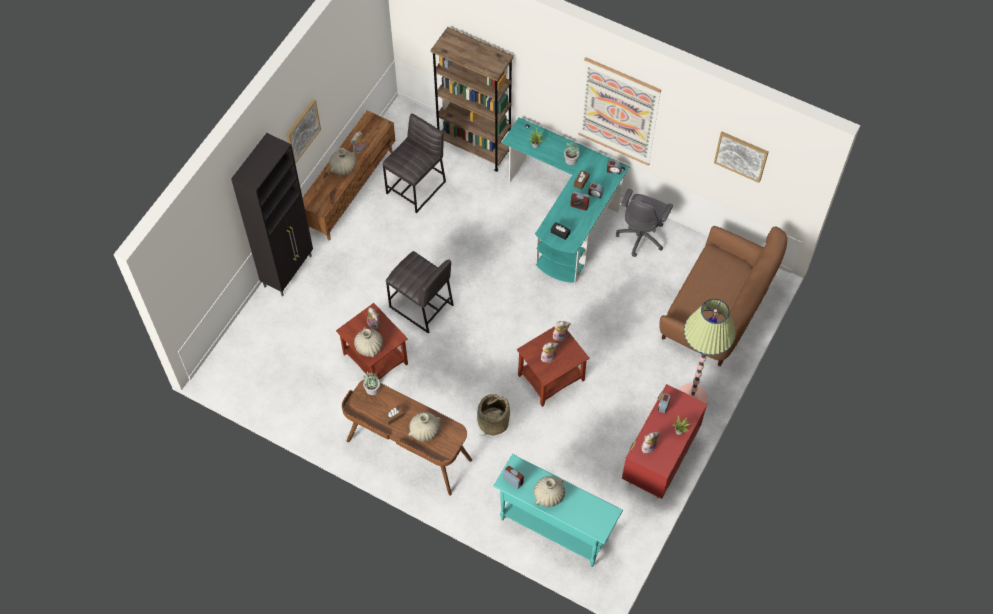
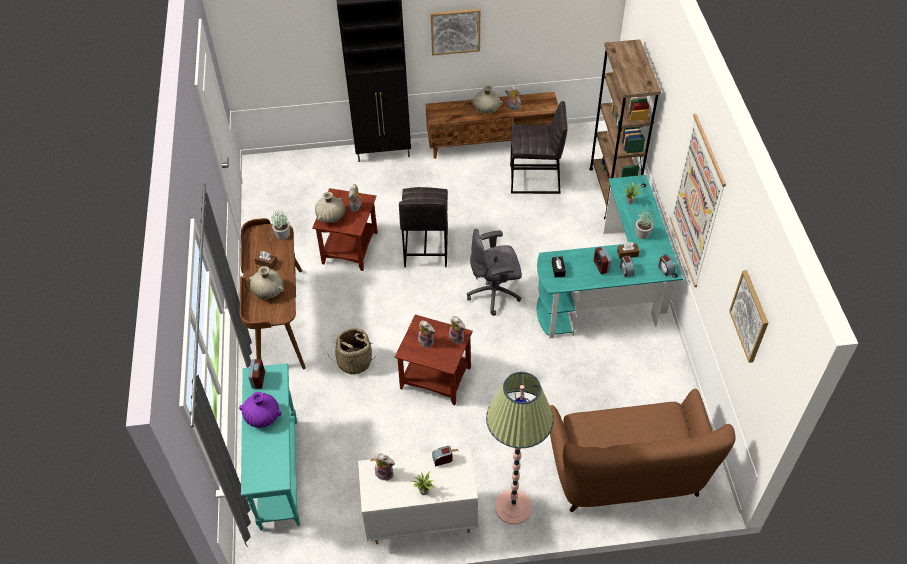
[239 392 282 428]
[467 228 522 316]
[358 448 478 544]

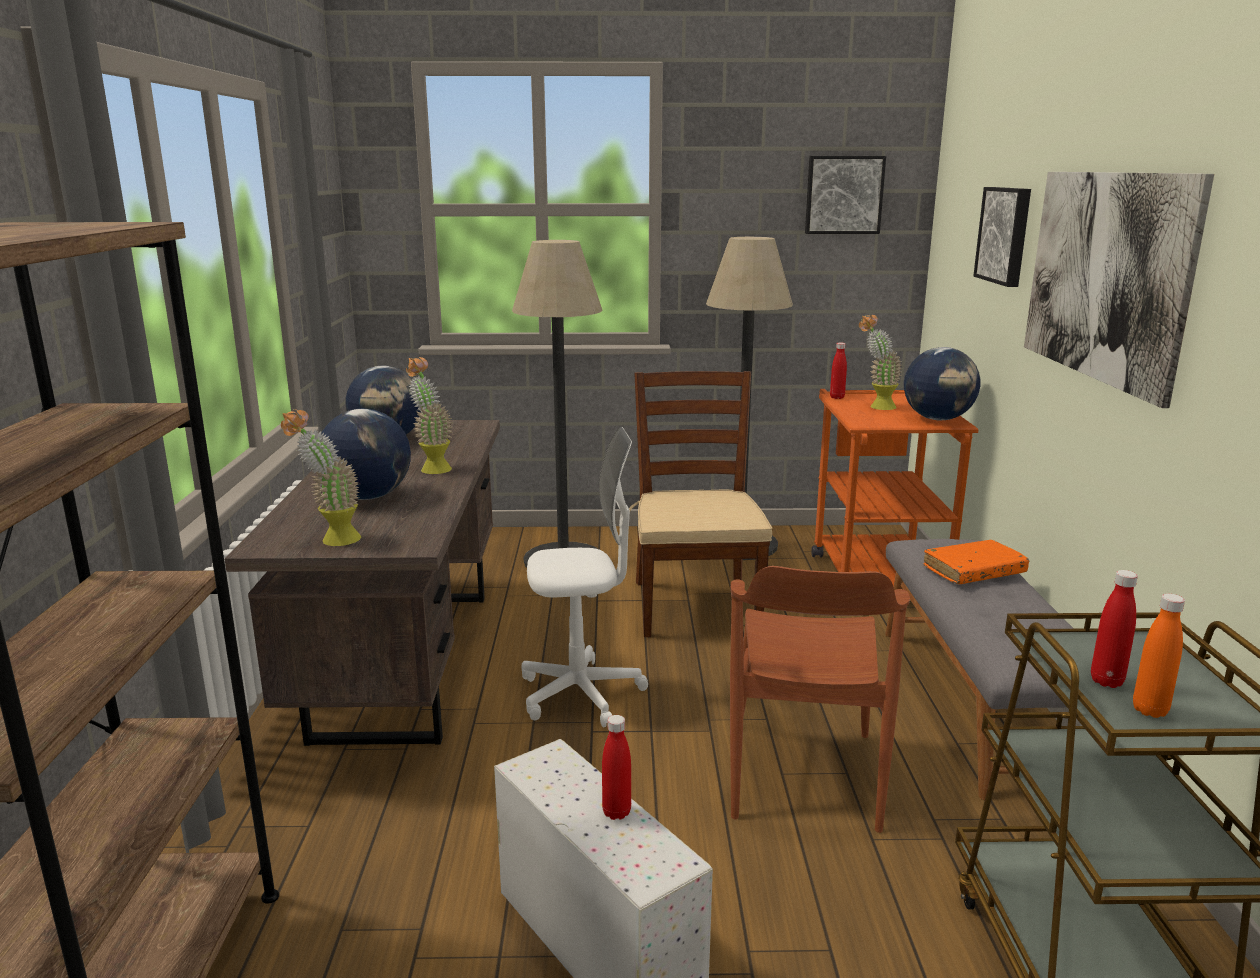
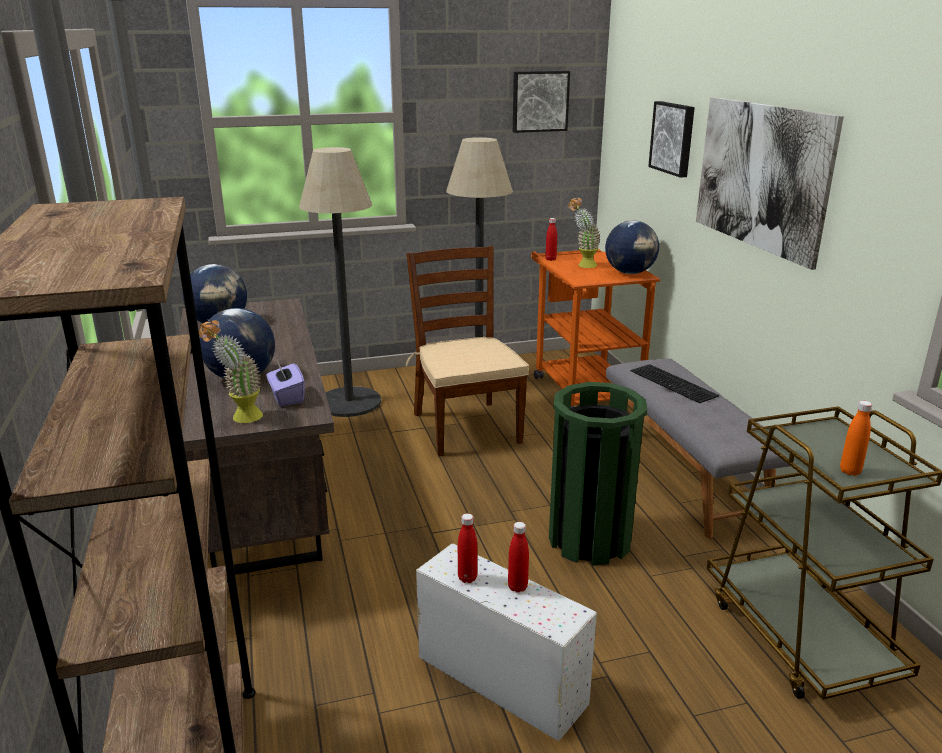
[406 357 453 474] (first image)
[521 427 648 728] (first image)
[549 382 647 566]
[631 364 719 403]
[458 513 478 583]
[267 360 305 406]

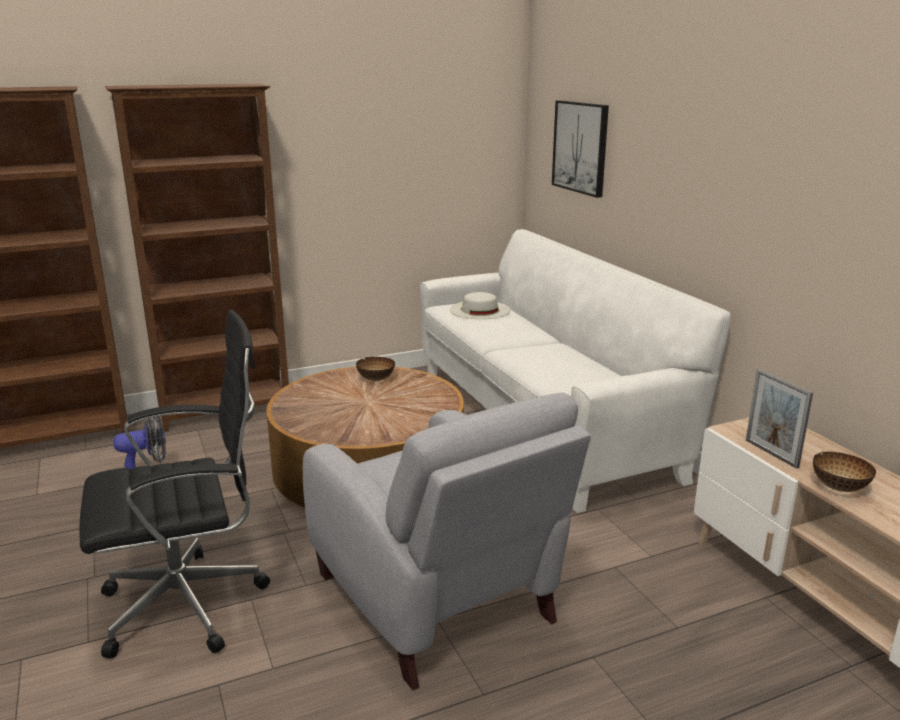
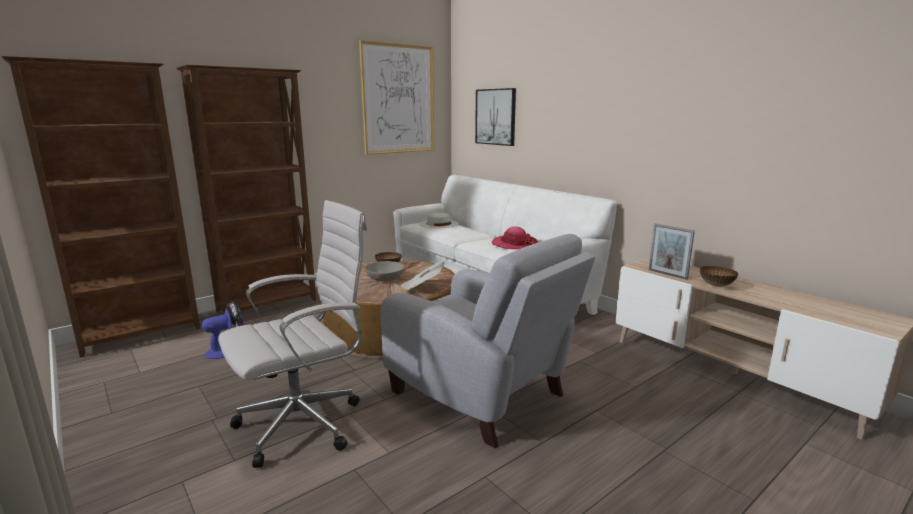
[218 200 367 468]
[359 40 434 155]
[365 261 405 281]
[401 262 446 291]
[492 226 538 249]

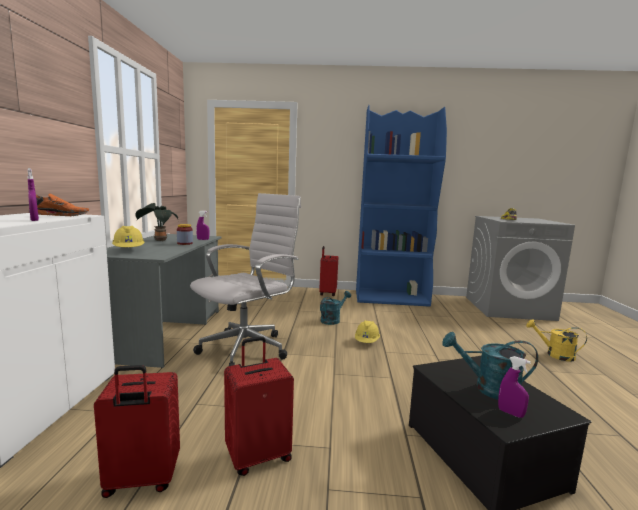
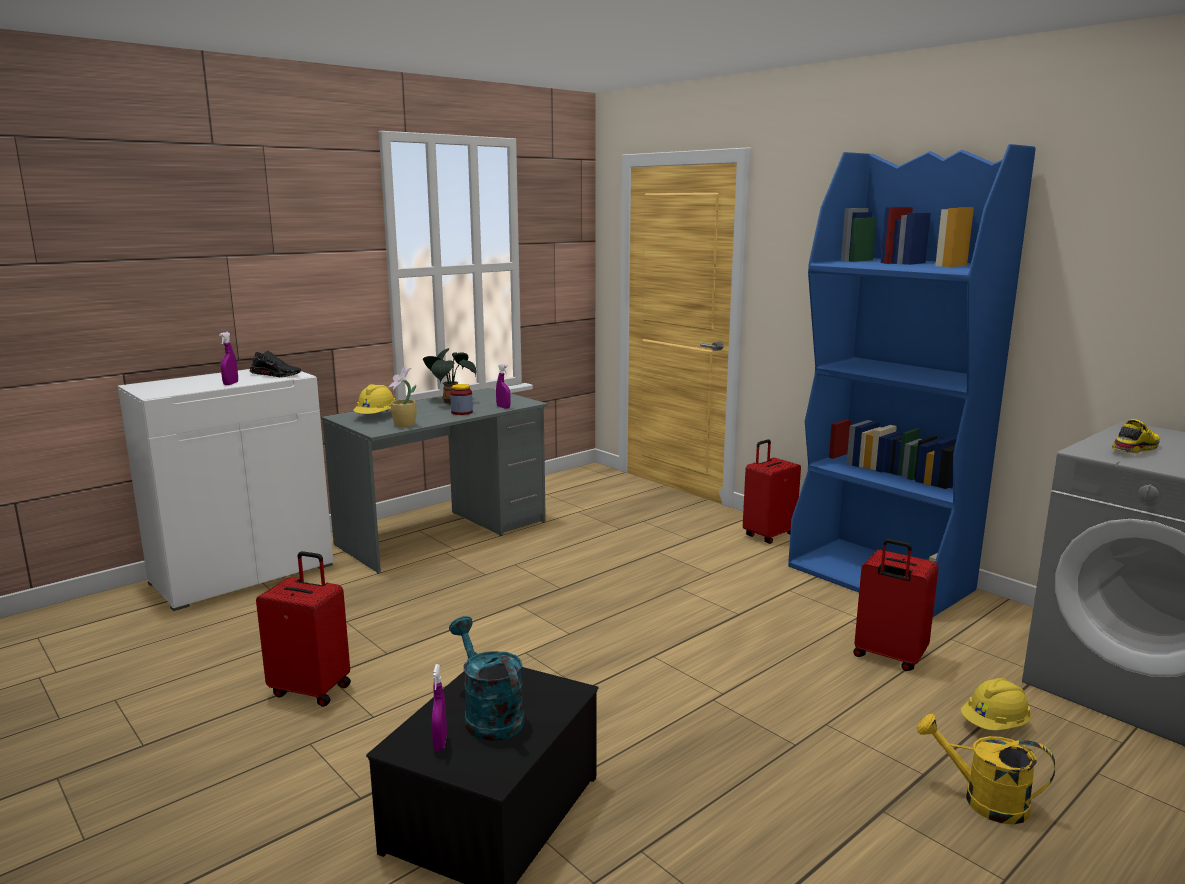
[250 351 301 377]
[853 539 939 671]
[190 193 301 366] (first image)
[320 291 351 325] (first image)
[961 678 1031 731]
[917 714 1055 825]
[388 366 417 427]

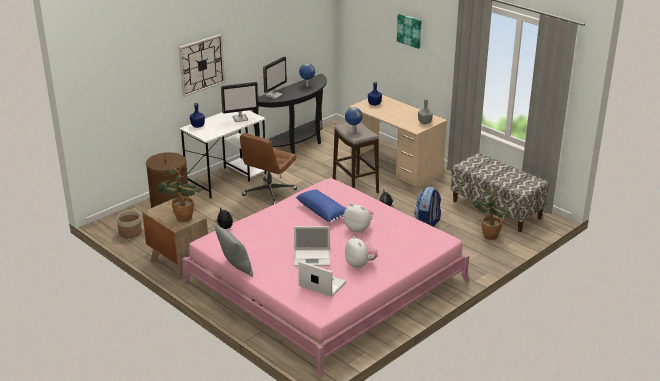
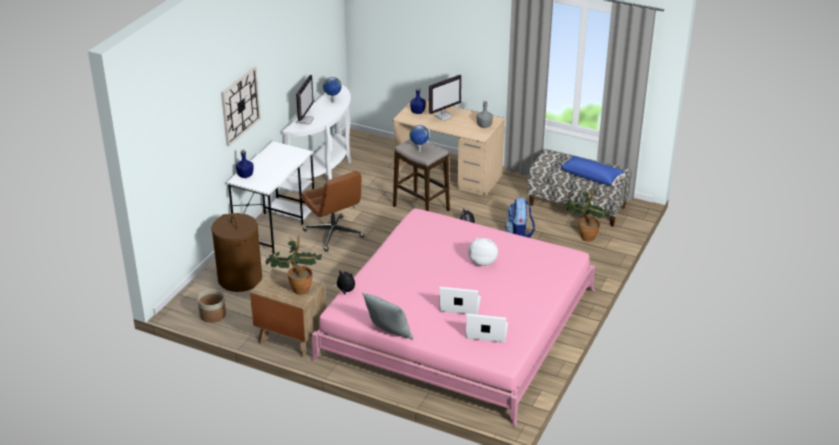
[429 75 462 121]
[301 171 365 252]
[282 84 351 192]
[439 287 481 315]
[559 156 625 186]
[345 236 378 269] (first image)
[397 14 422 49] (first image)

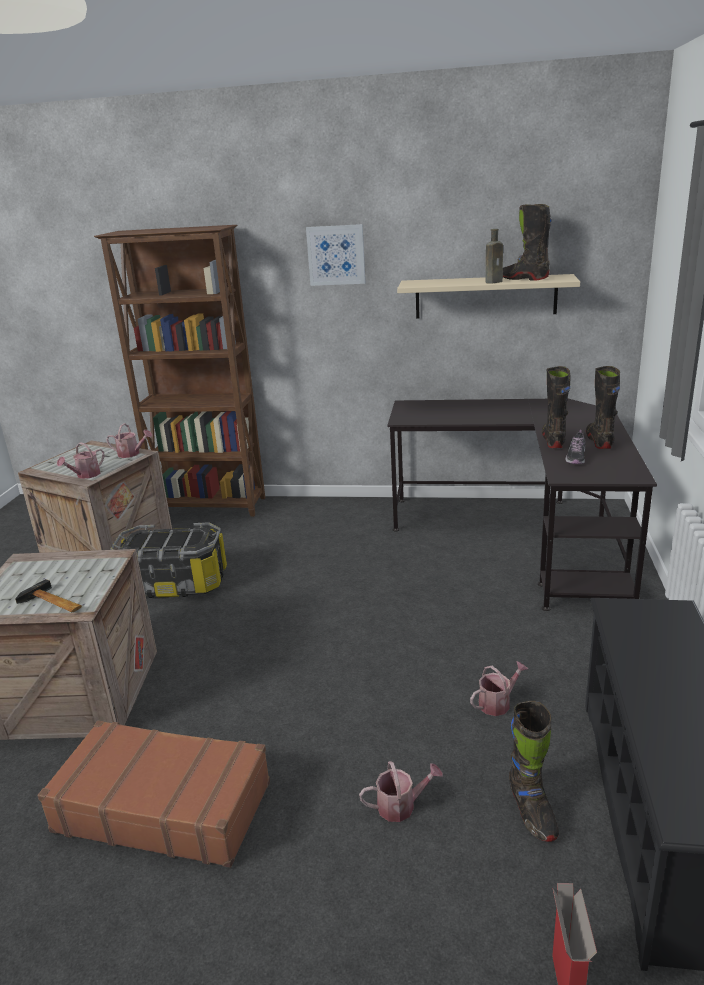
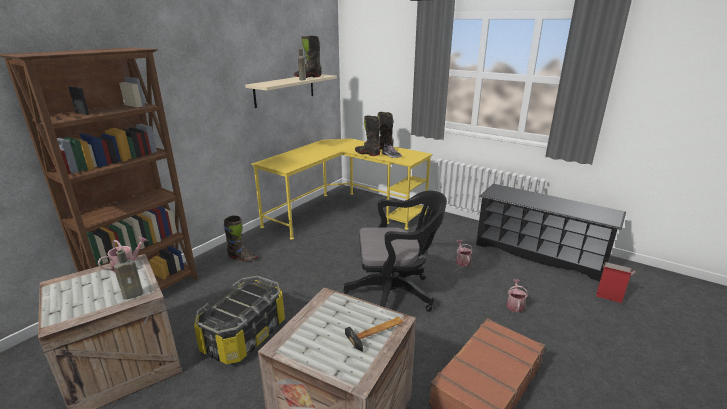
[114 250 143 300]
[306 224 365 286] (first image)
[252 138 433 240]
[223 215 258 262]
[343 191 447 312]

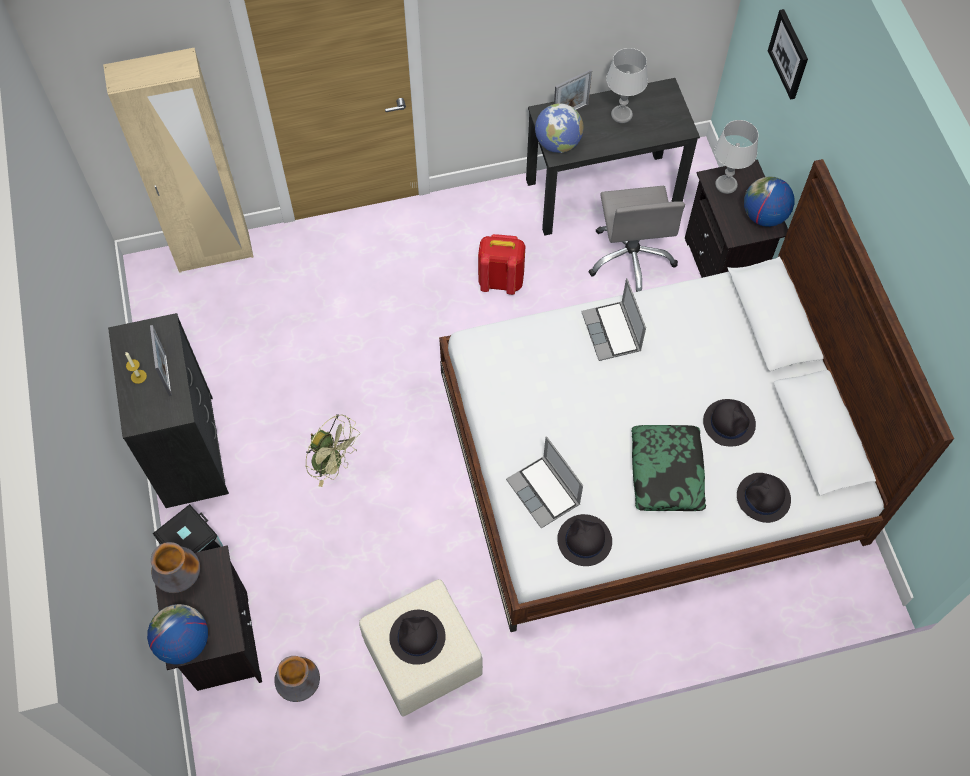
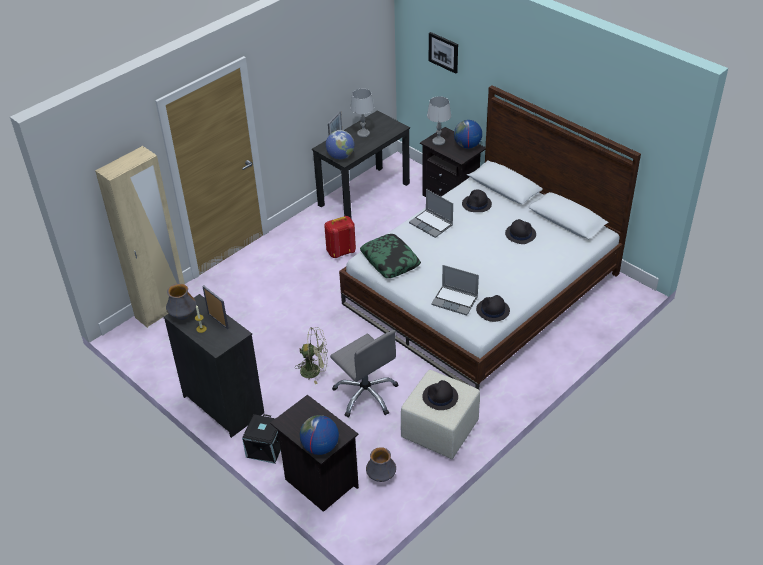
[166 284 197 320]
[330 330 399 418]
[360 234 421 278]
[462 190 492 212]

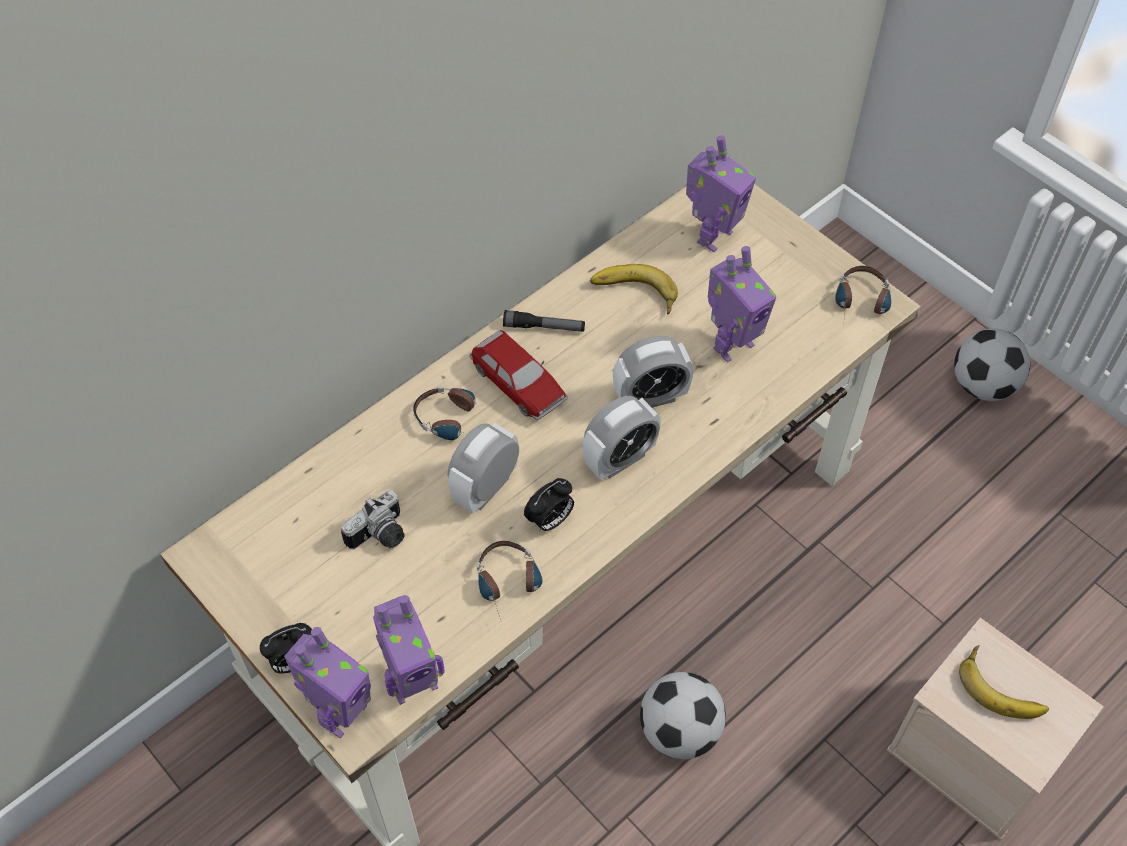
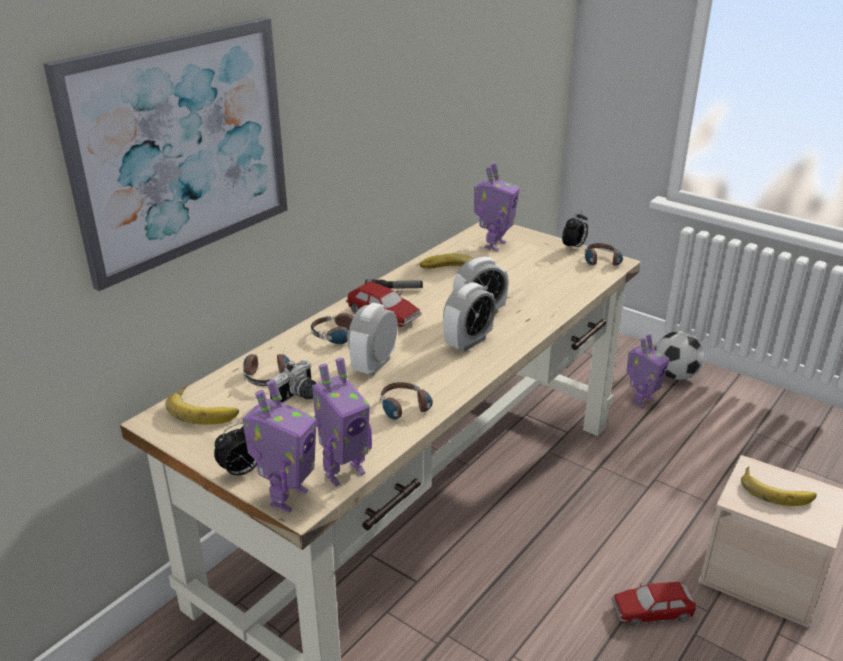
[562 210 588 251]
[640 672 726 759] (first image)
[626 334 670 408]
[43 17 288 291]
[165 385 239 425]
[243 347 290 386]
[611 582 698 626]

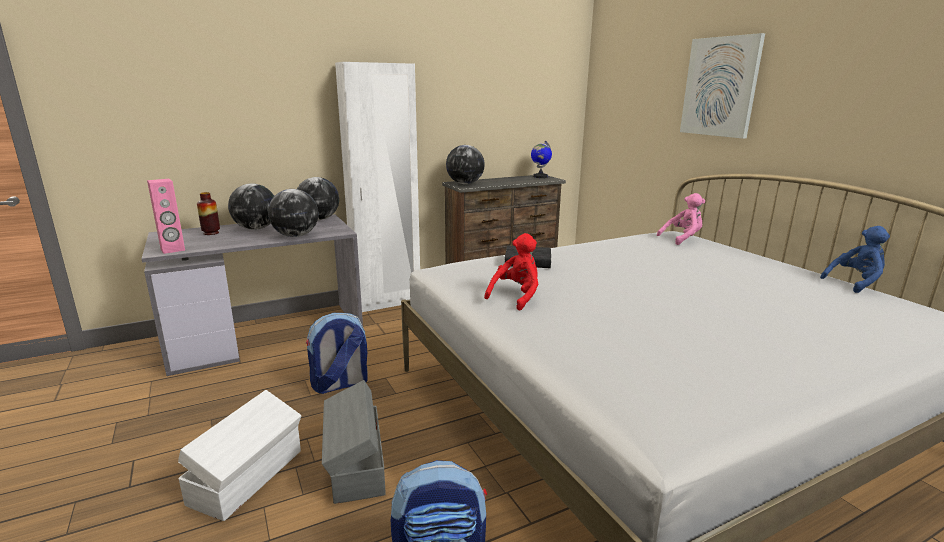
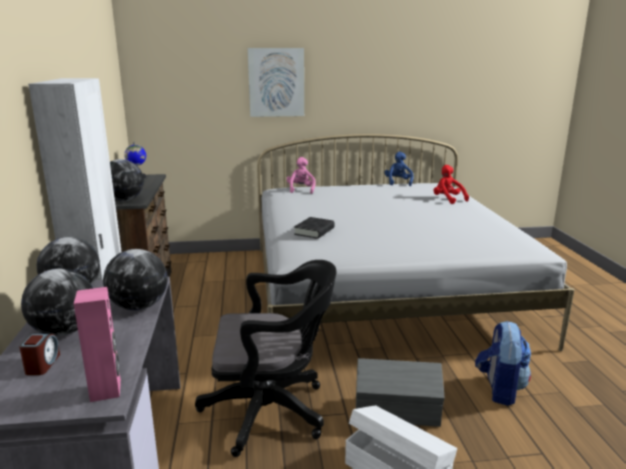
[19 334 60 375]
[195 260 336 457]
[433 165 469 204]

